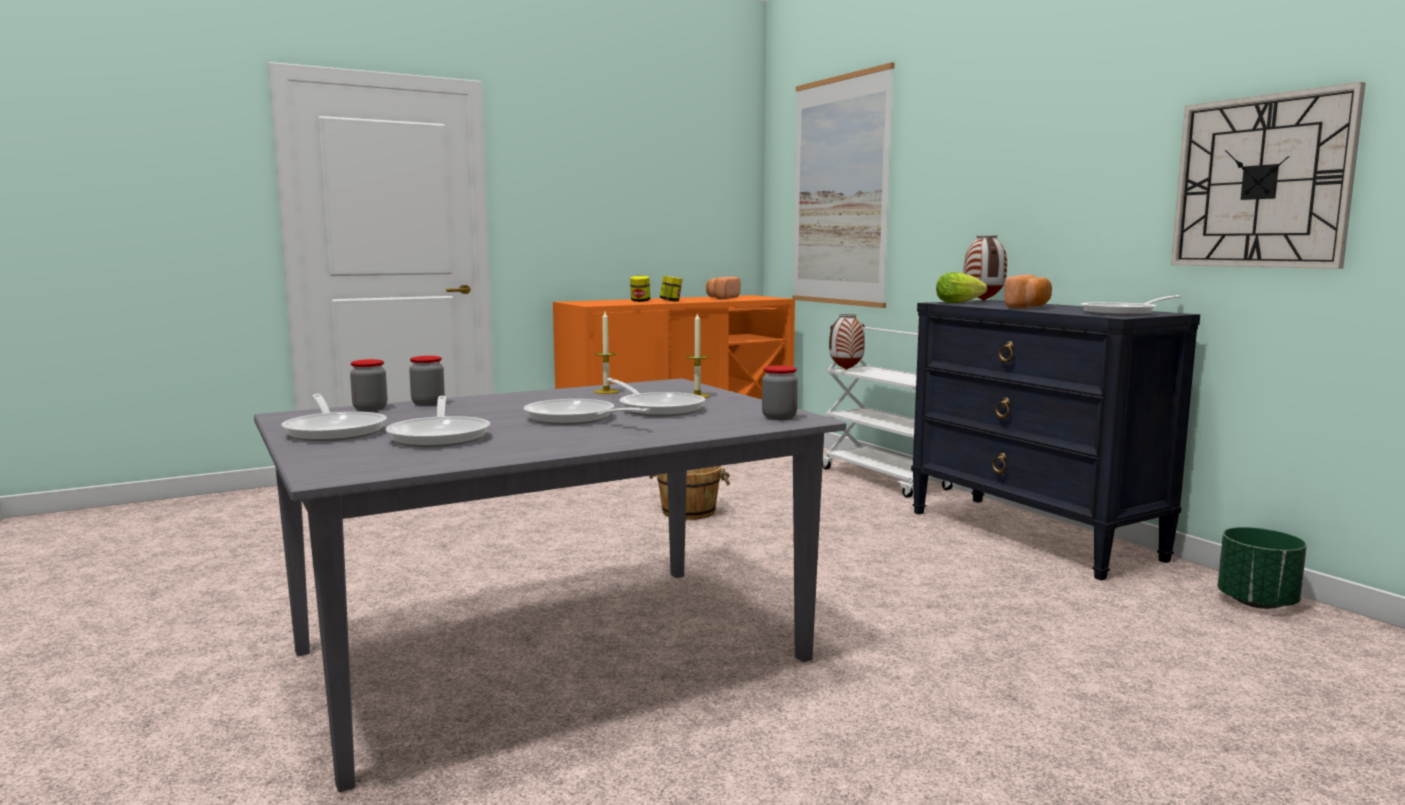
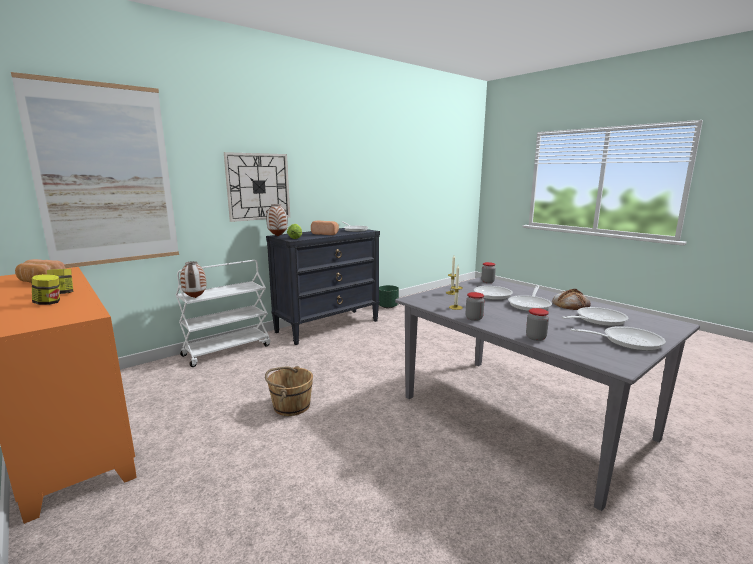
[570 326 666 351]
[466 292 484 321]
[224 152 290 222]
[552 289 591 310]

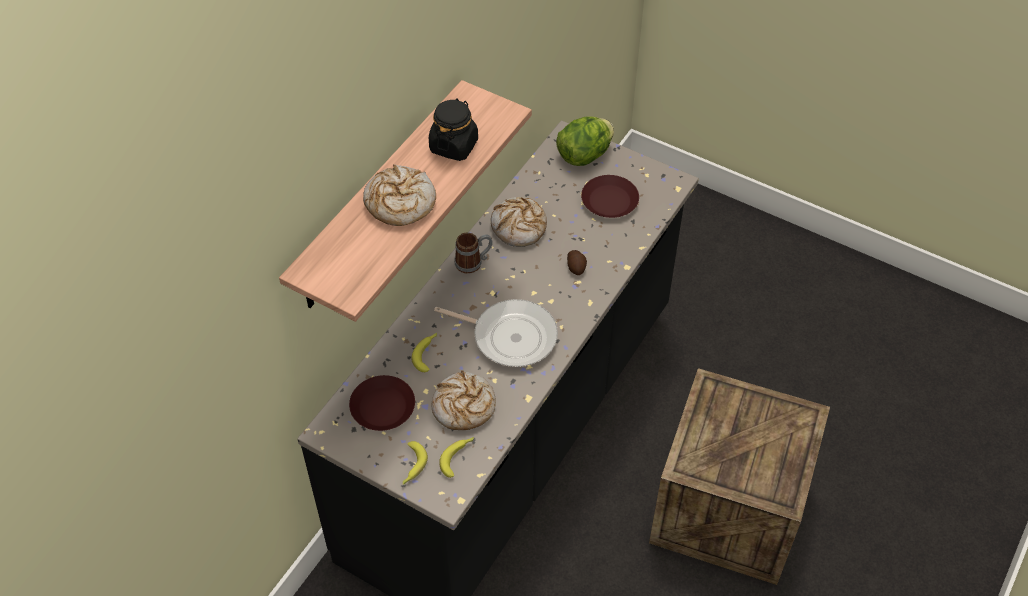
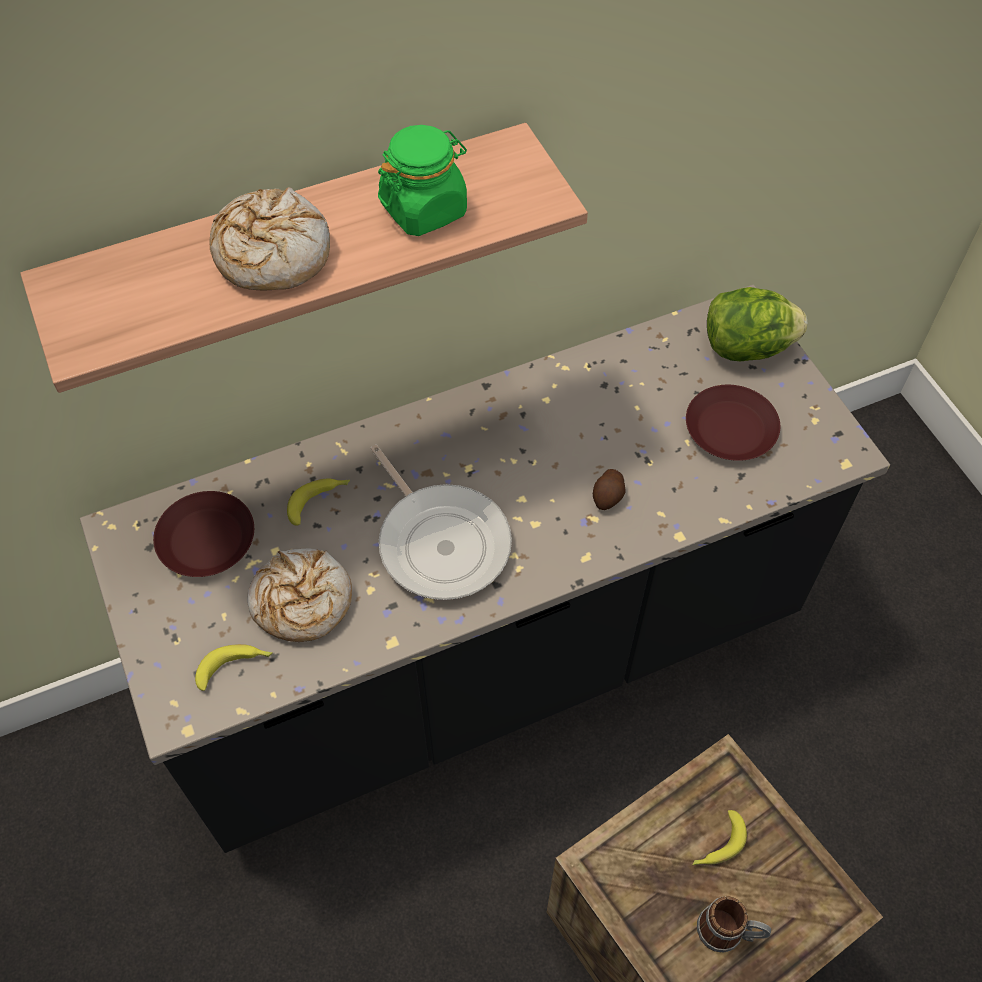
[692 810 747 865]
[378 125 467 236]
[697 896 771 953]
[491 197 547 247] (first image)

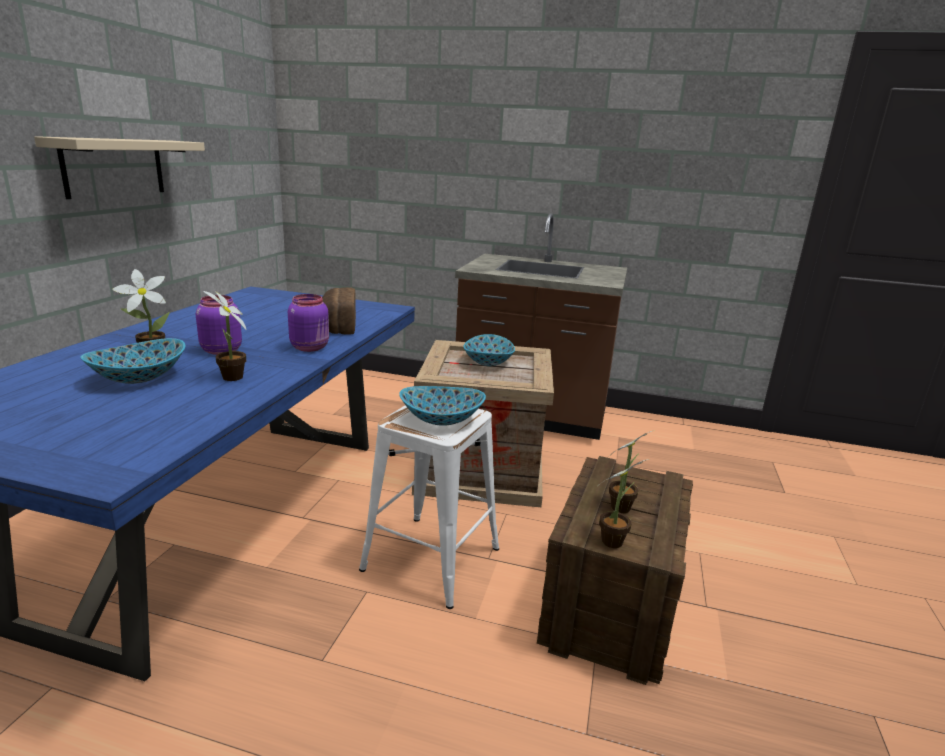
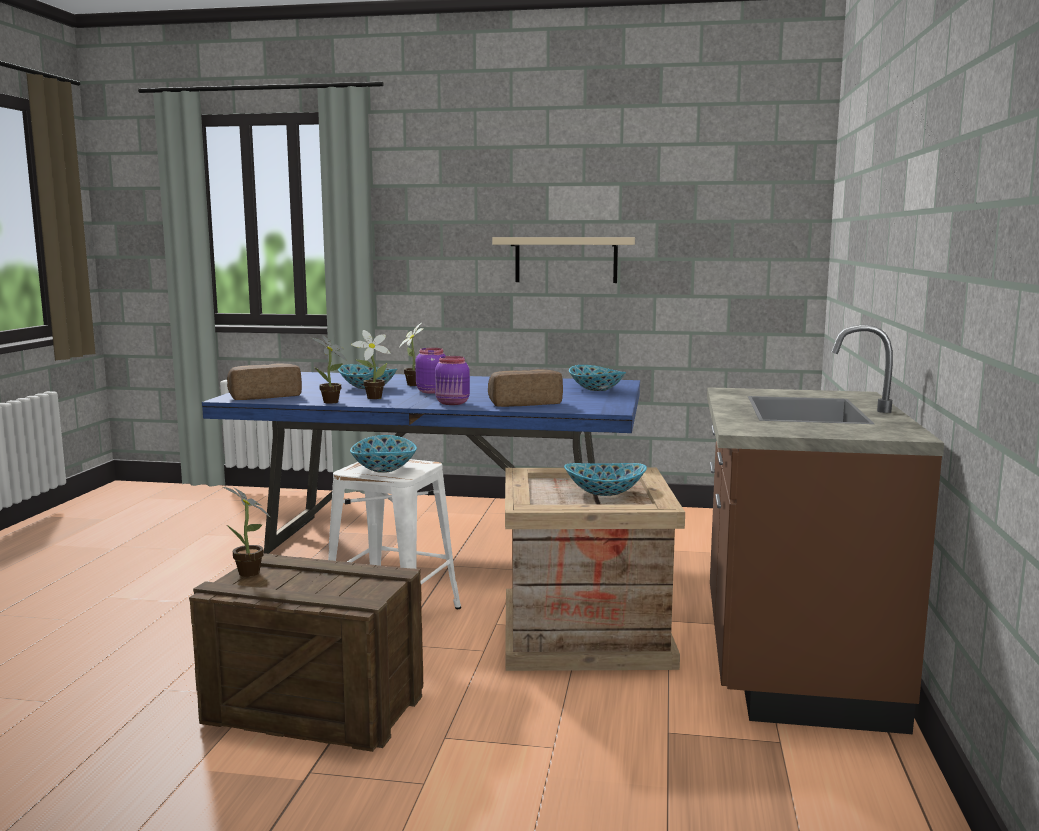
[312 335 347 404]
[227 363 302 400]
[569 365 626 391]

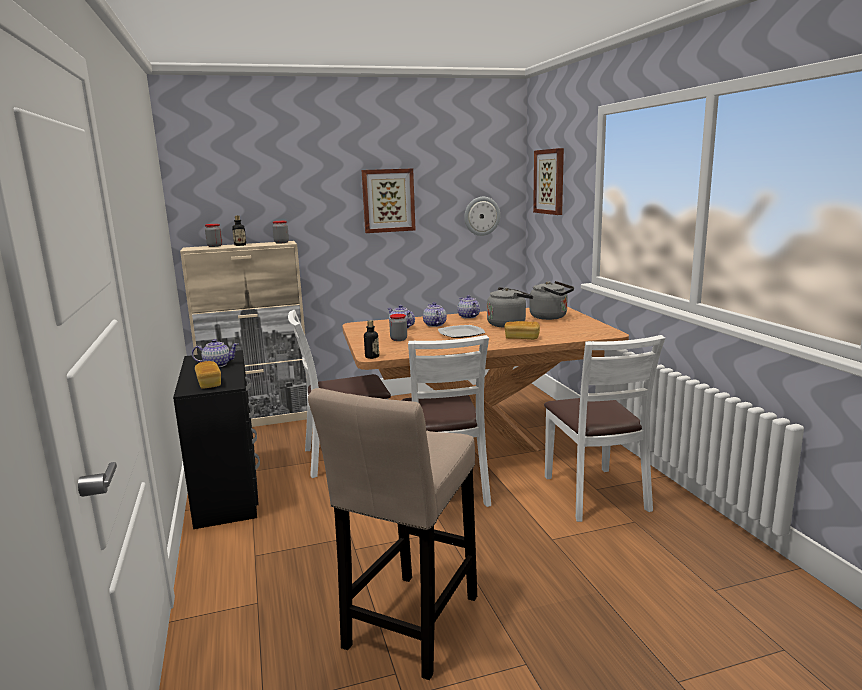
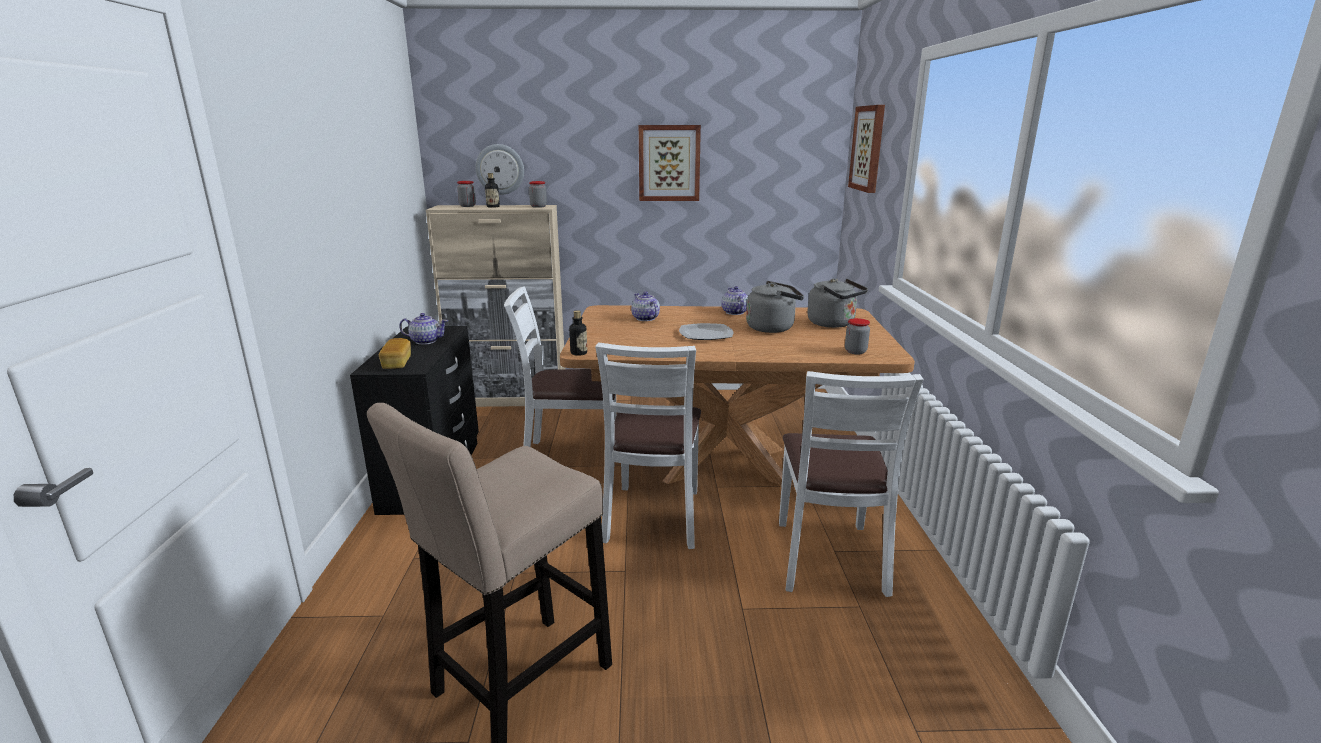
[845 318 870 354]
[423 302 447 327] (first image)
[475 144 524 195]
[504 321 540 340] (first image)

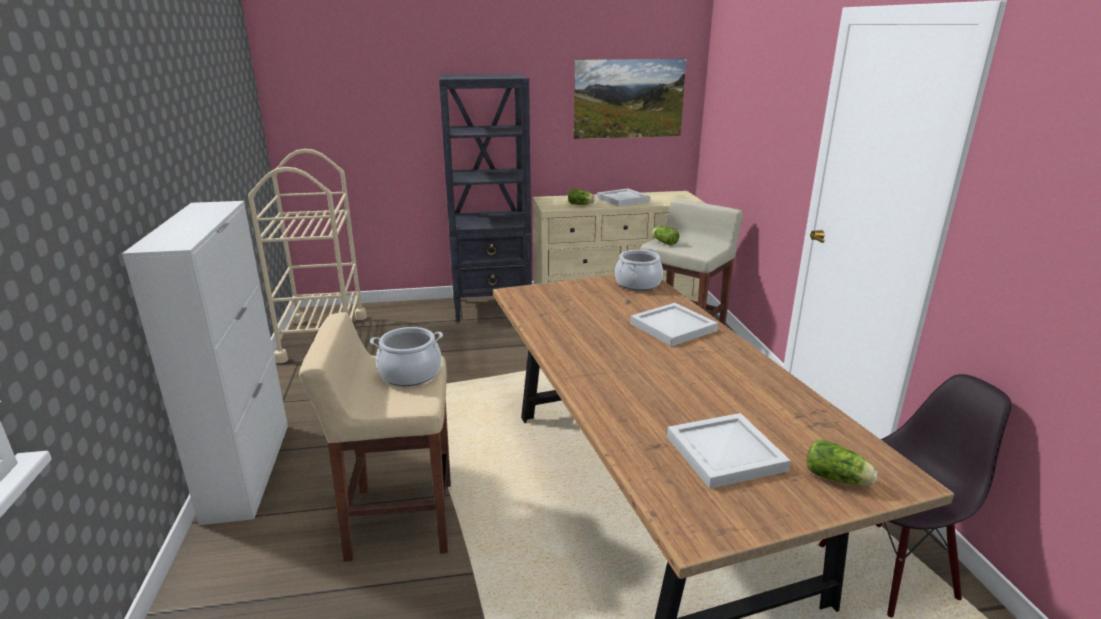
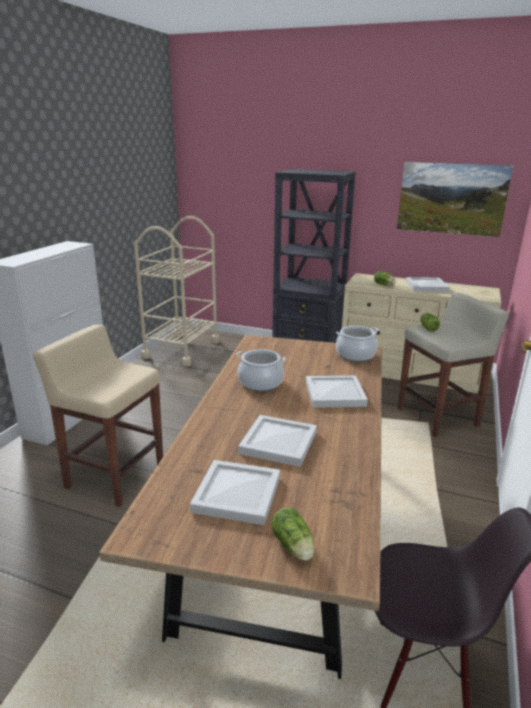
[236 349 286 391]
[238 415 317 467]

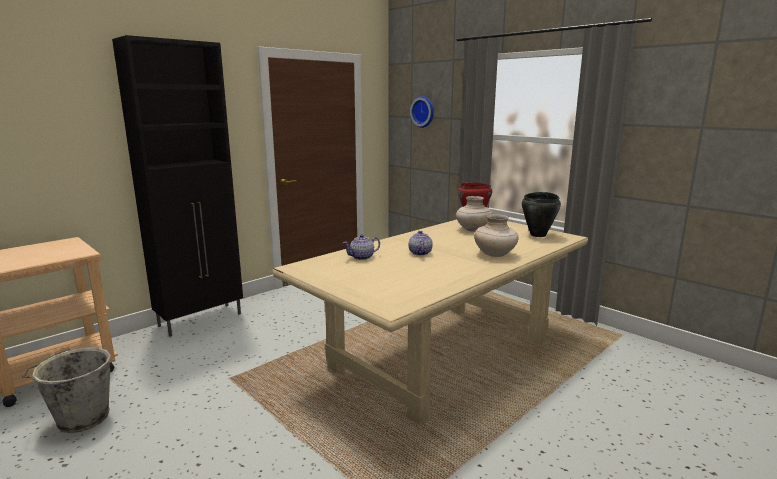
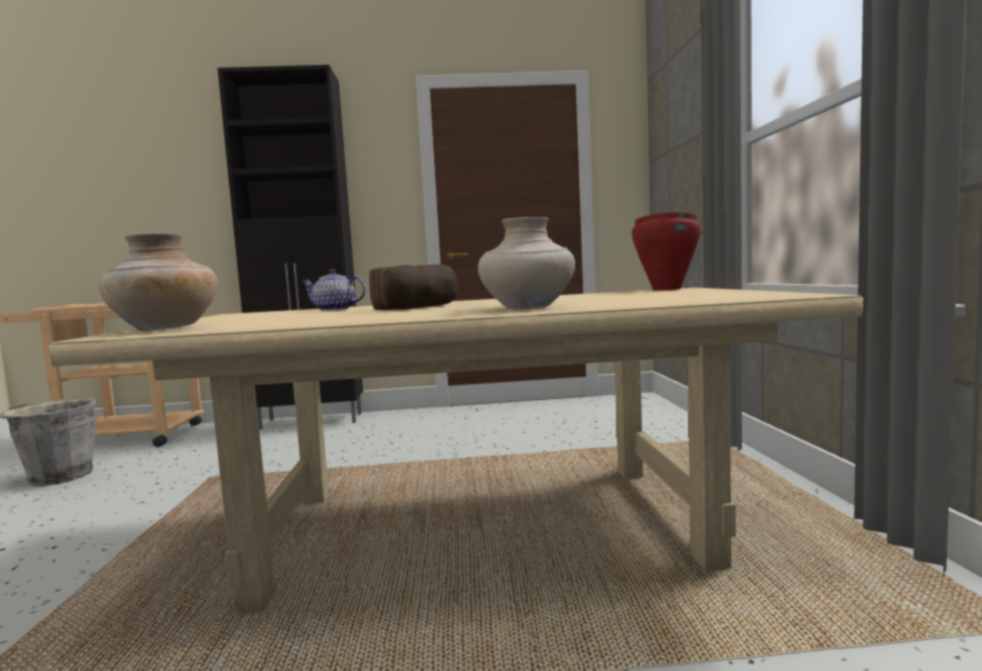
[369 264 458 310]
[410 96 434 128] (first image)
[99 233 218 331]
[522 192 561 237] (first image)

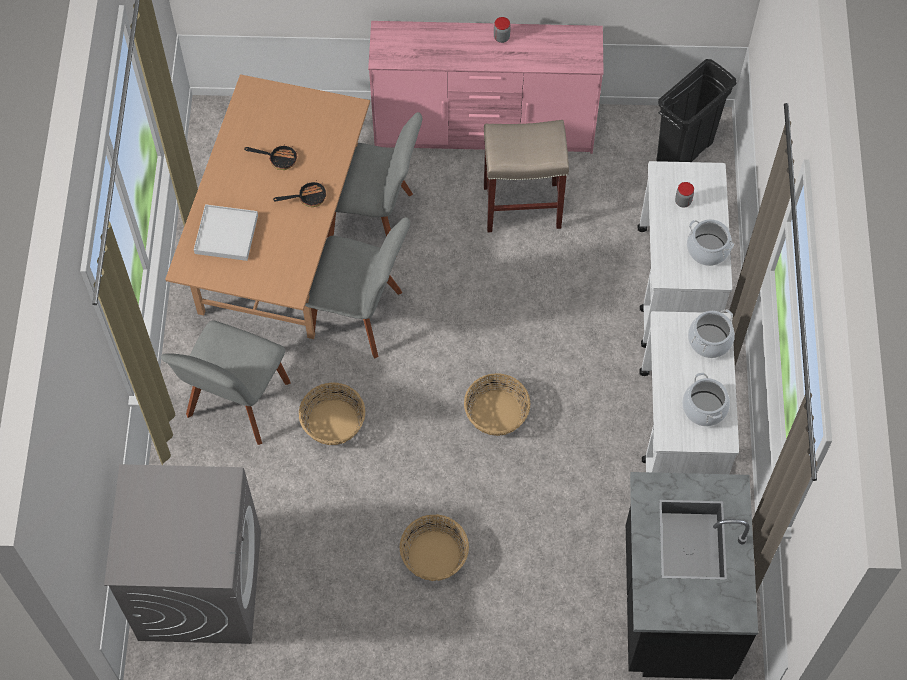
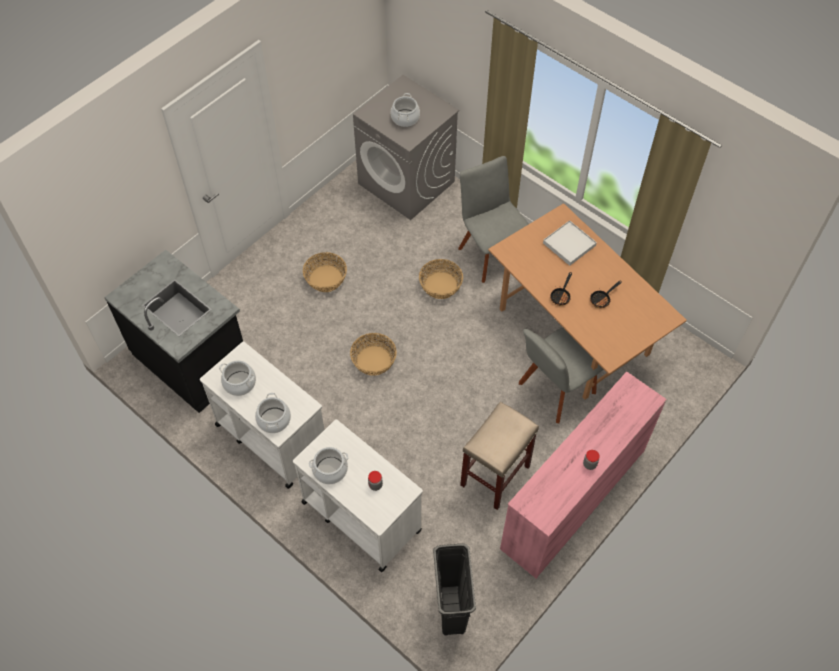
[305 217 410 359] (first image)
[391 93 420 127]

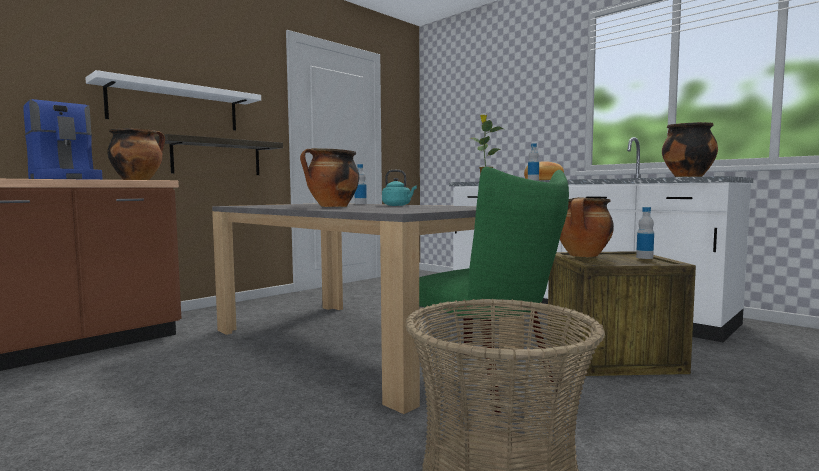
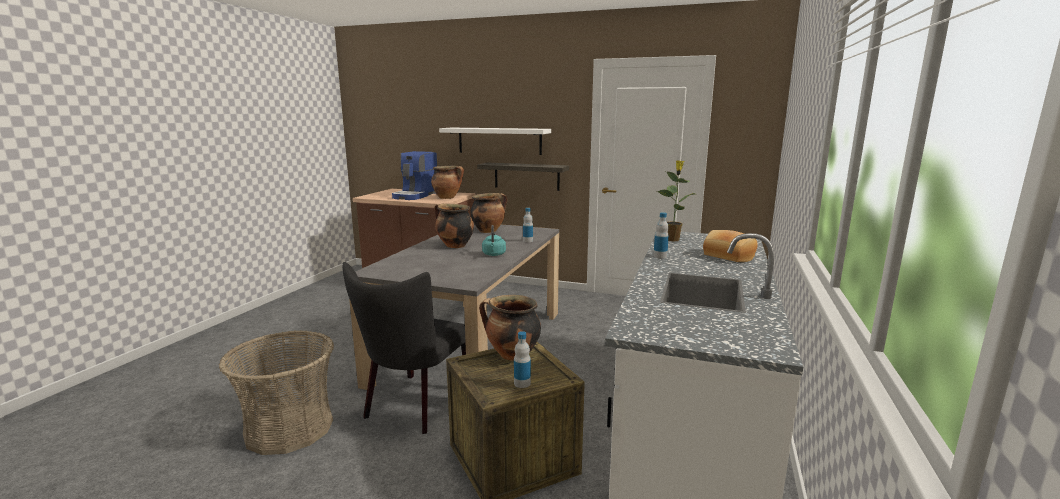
[342 262 466 434]
[470 193 507 233]

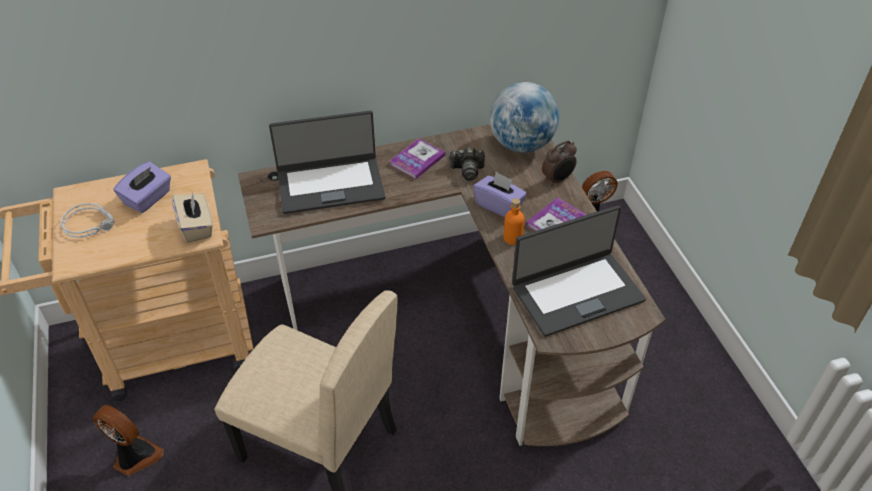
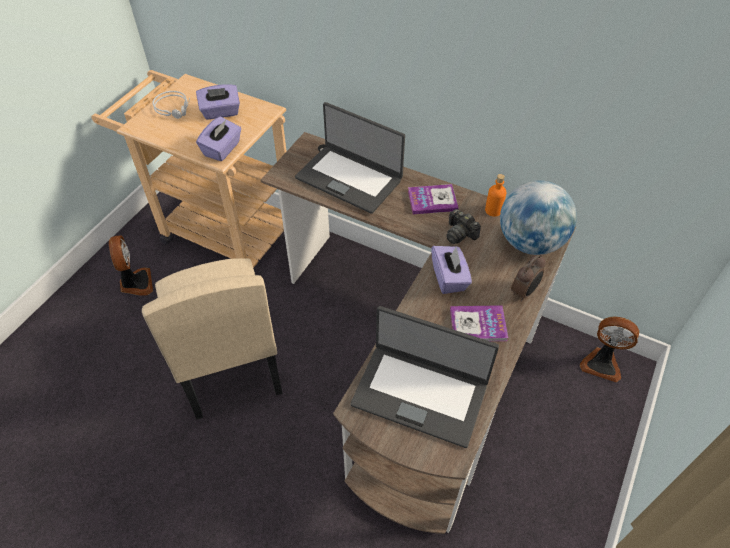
[196 117 241 161]
[485 174 507 217]
[511 254 545 302]

